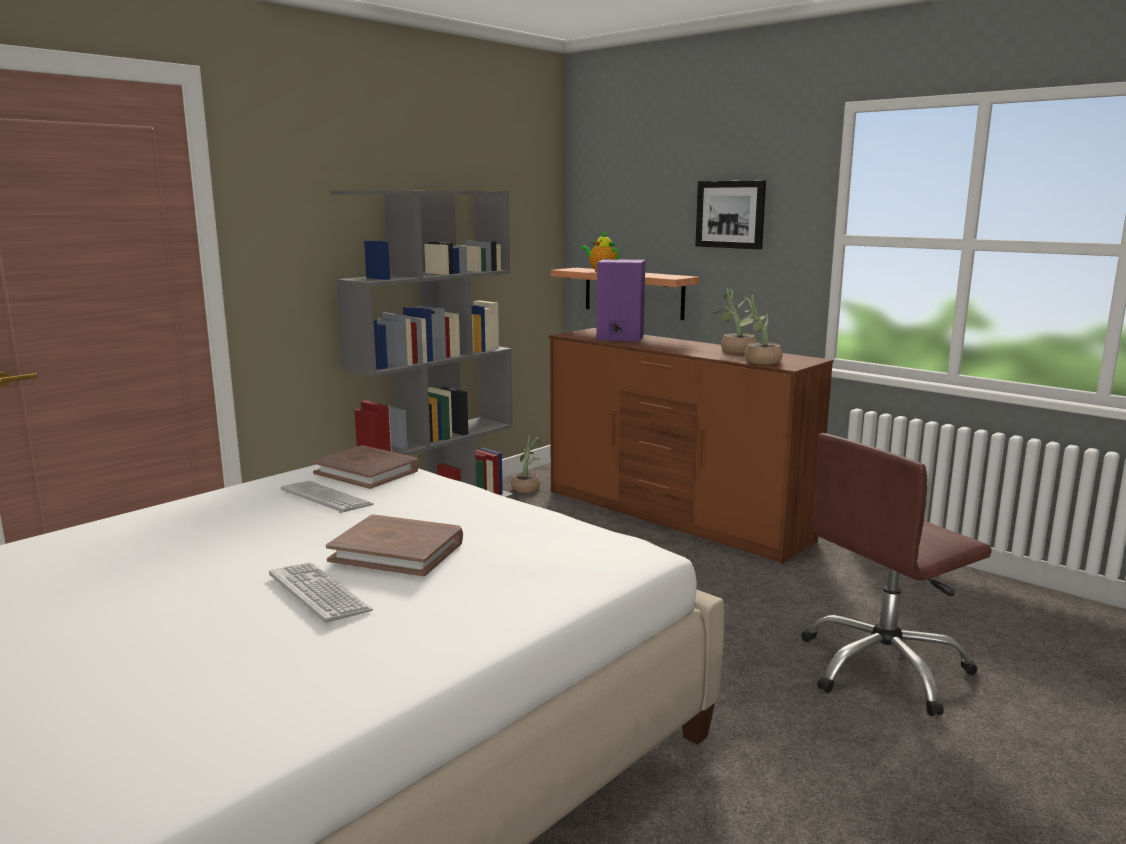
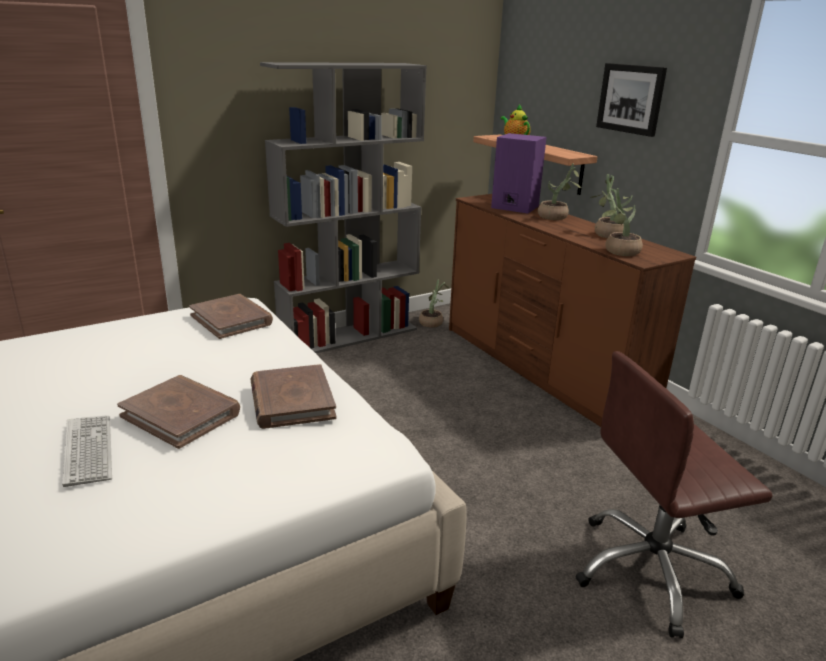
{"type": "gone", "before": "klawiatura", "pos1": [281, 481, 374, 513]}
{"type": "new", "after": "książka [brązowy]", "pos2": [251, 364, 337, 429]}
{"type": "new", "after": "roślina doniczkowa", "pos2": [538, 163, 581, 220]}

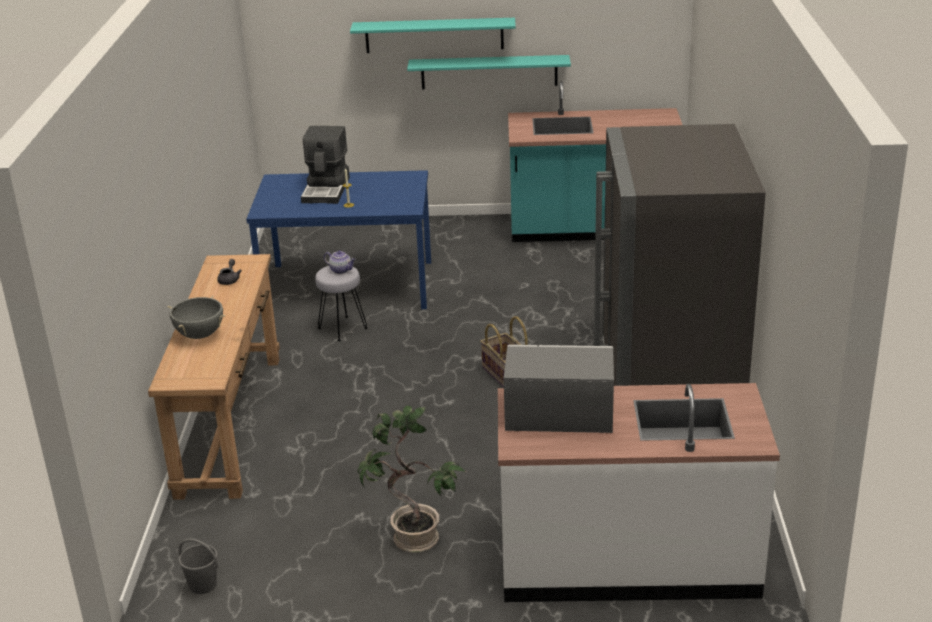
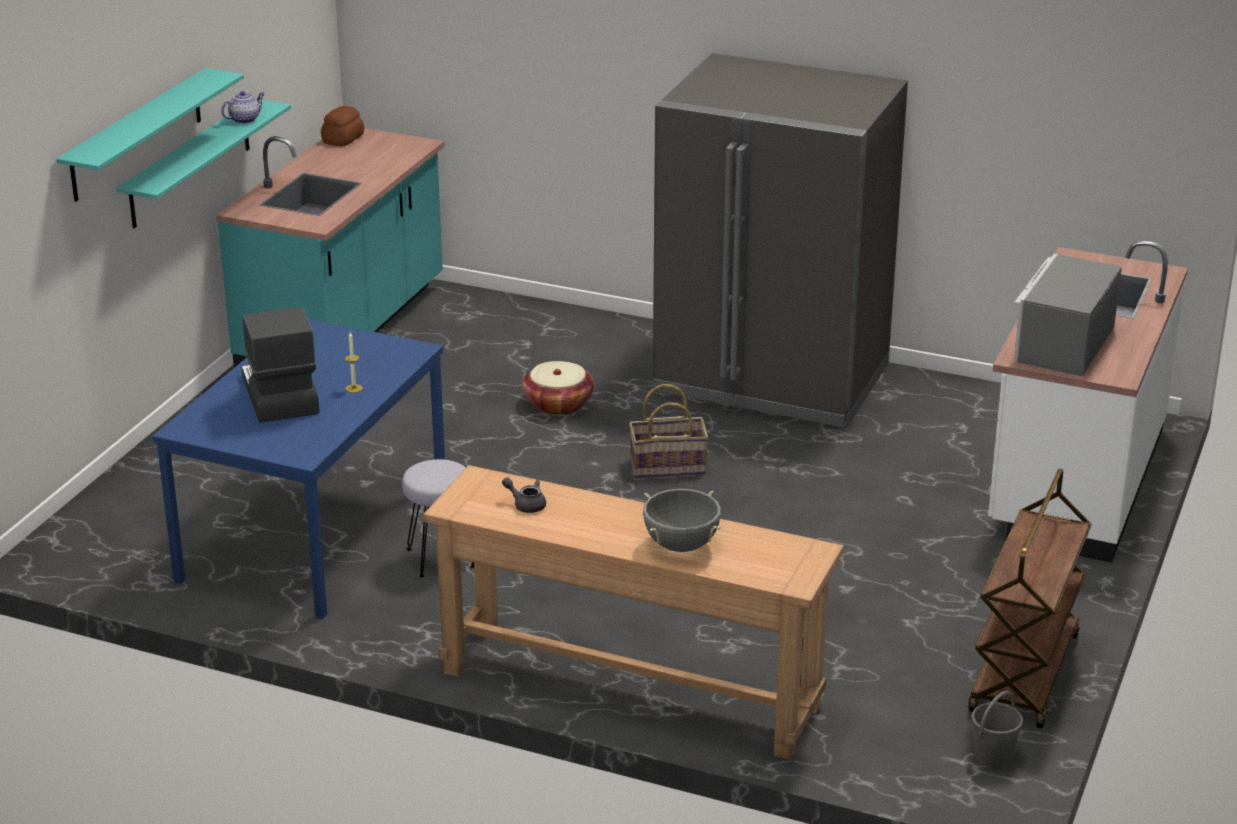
{"type": "rotated", "before": "ekspres do kawy", "pos1": [301, 126, 350, 204], "pos2": [241, 307, 320, 423], "turn": -135}
{"type": "shifted", "before": "imbryk", "pos1": [324, 251, 356, 274], "pos2": [221, 91, 265, 124]}
{"type": "gone", "before": "roślina doniczkowa", "pos1": [357, 405, 466, 553]}
{"type": "new", "after": "chleb", "pos2": [321, 106, 364, 146]}
{"type": "new", "after": "koszyk", "pos2": [522, 361, 594, 415]}
{"type": "new", "after": "wózek [brązowy]", "pos2": [969, 469, 1091, 729]}

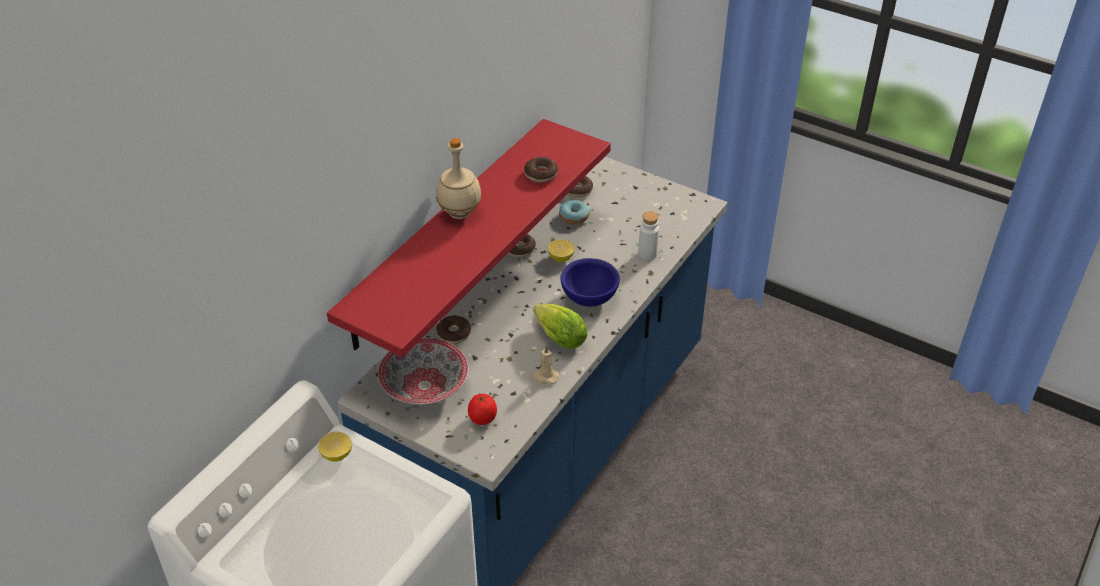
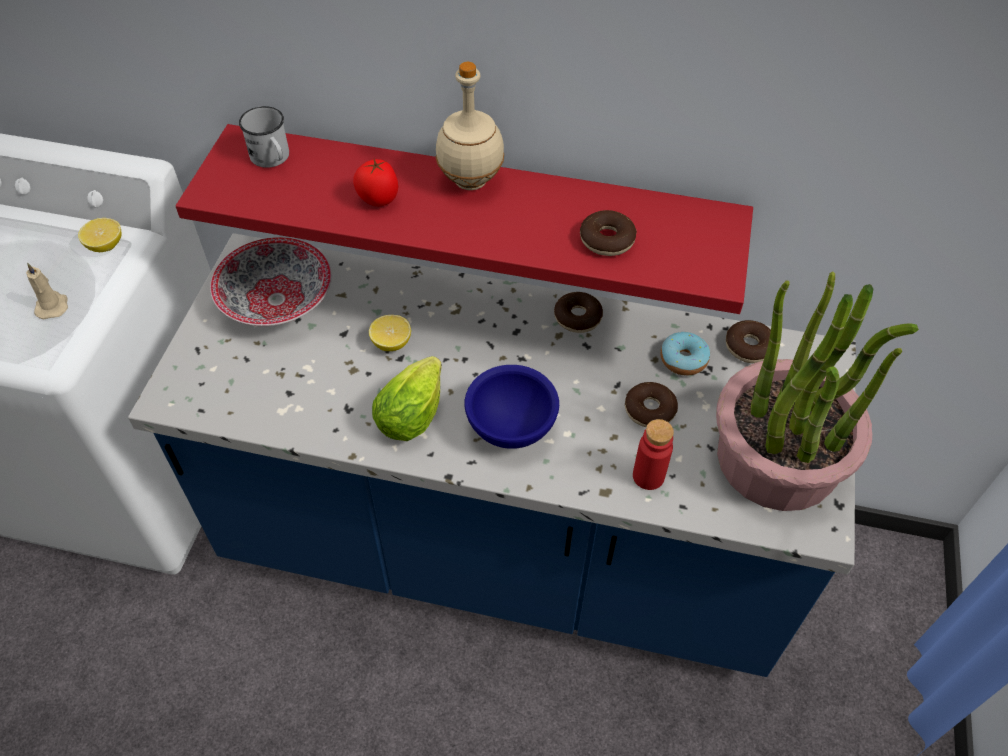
{"type": "shifted", "before": "donut", "pos1": [436, 316, 471, 344], "pos2": [625, 382, 678, 427]}
{"type": "shifted", "before": "pomidor", "pos1": [468, 394, 497, 425], "pos2": [353, 159, 398, 206]}
{"type": "shifted", "before": "świeca [beżowy]", "pos1": [531, 345, 559, 384], "pos2": [26, 262, 68, 319]}
{"type": "shifted", "before": "cytryna", "pos1": [547, 239, 575, 262], "pos2": [369, 315, 411, 351]}
{"type": "repainted", "before": "butelka [biały]", "after": "butelka [czerwony]", "pos1": [638, 211, 659, 260], "pos2": [633, 419, 674, 490]}
{"type": "new", "after": "kubek [biały]", "pos2": [239, 106, 289, 168]}
{"type": "new", "after": "roślina doniczkowa", "pos2": [716, 271, 919, 511]}

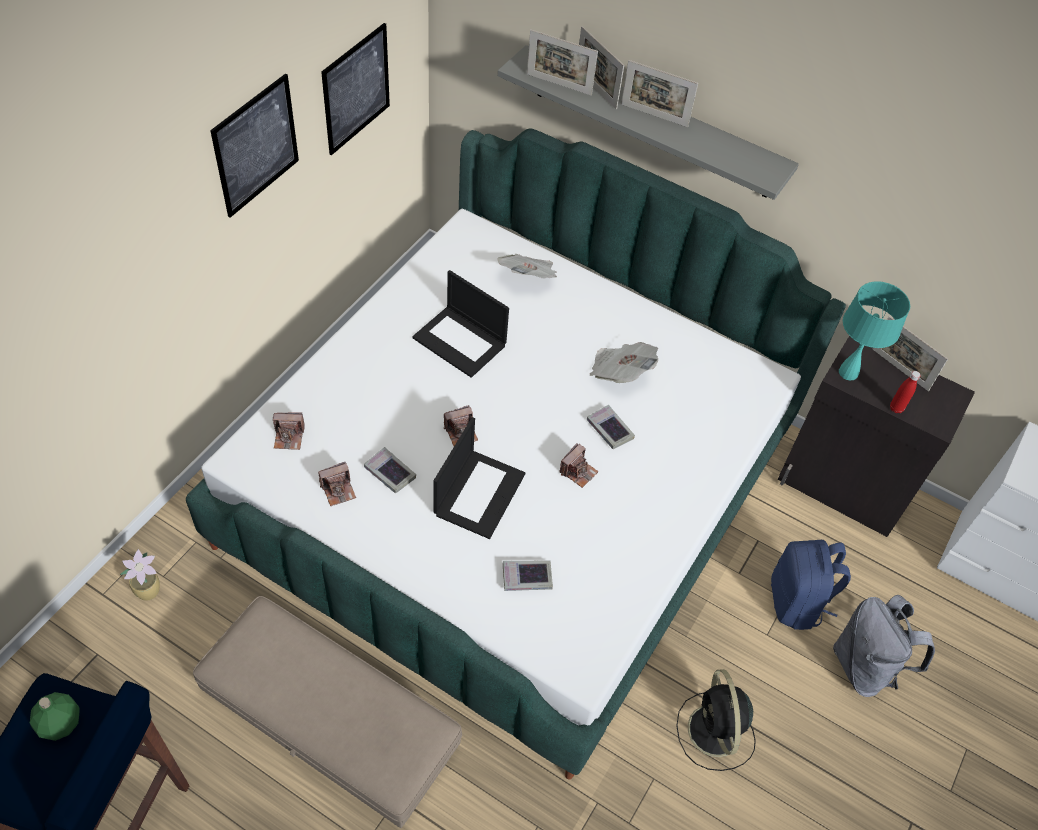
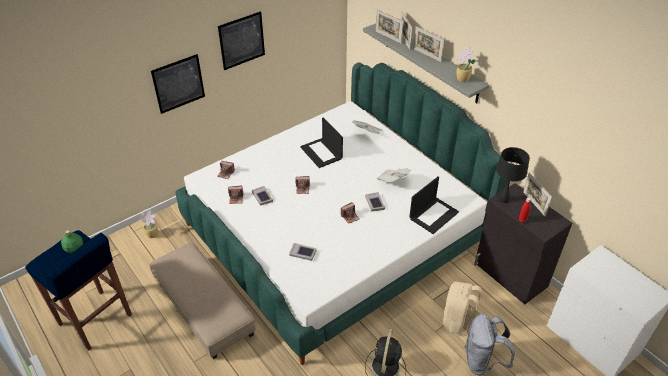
{"type": "shifted", "before": "obraz", "pos1": [321, 23, 390, 155], "pos2": [151, 54, 205, 114]}
{"type": "shifted", "before": "laptop", "pos1": [434, 417, 525, 539], "pos2": [409, 177, 459, 234]}
{"type": "repainted", "before": "plecak [niebieski]", "after": "plecak [beżowy]", "pos1": [771, 540, 851, 630], "pos2": [443, 282, 482, 334]}
{"type": "repainted", "before": "lampa stołowa [turkusowy]", "after": "lampa stołowa [czarny]", "pos1": [839, 281, 910, 381], "pos2": [496, 147, 530, 203]}
{"type": "new", "after": "roślina doniczkowa", "pos2": [457, 46, 476, 82]}

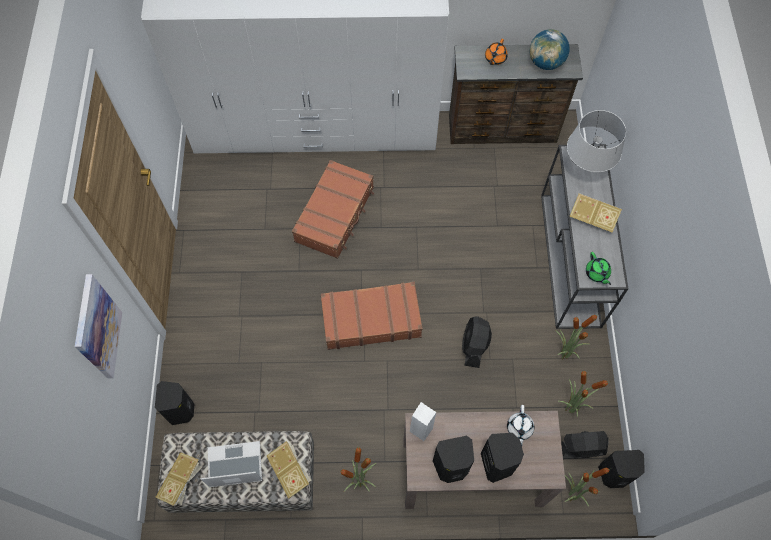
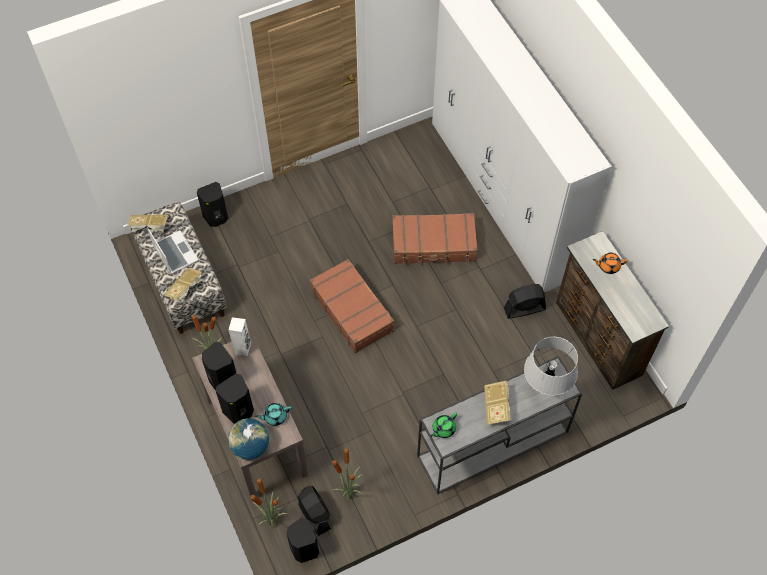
{"type": "gone", "before": "obraz", "pos1": [75, 274, 122, 379]}
{"type": "shifted", "before": "wentylator [czarny]", "pos1": [462, 316, 492, 368], "pos2": [504, 284, 546, 319]}
{"type": "repainted", "before": "imbryk [biały]", "after": "imbryk [turkusowy]", "pos1": [507, 405, 534, 446], "pos2": [255, 403, 292, 426]}
{"type": "shifted", "before": "globus", "pos1": [530, 29, 570, 70], "pos2": [228, 418, 269, 460]}
{"type": "gone", "before": "roślina doniczkowa", "pos1": [556, 315, 597, 360]}

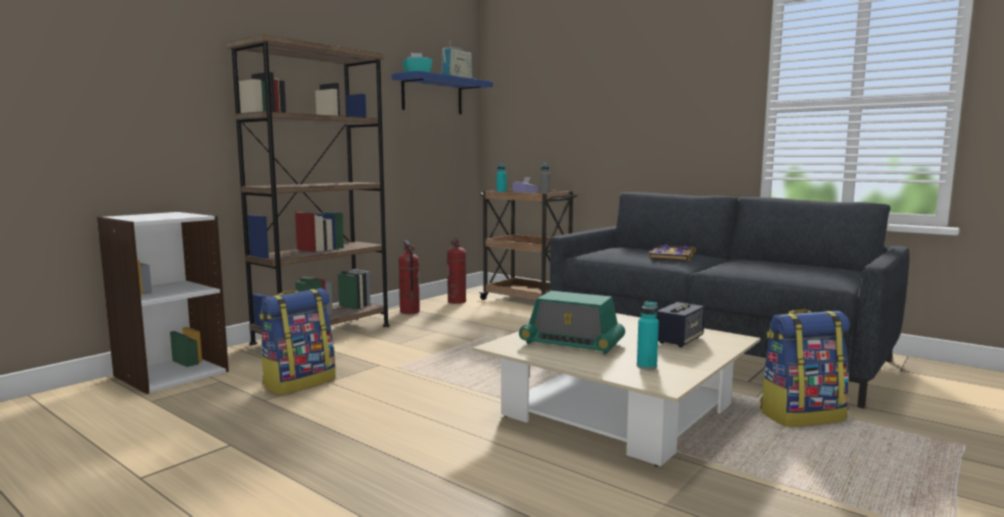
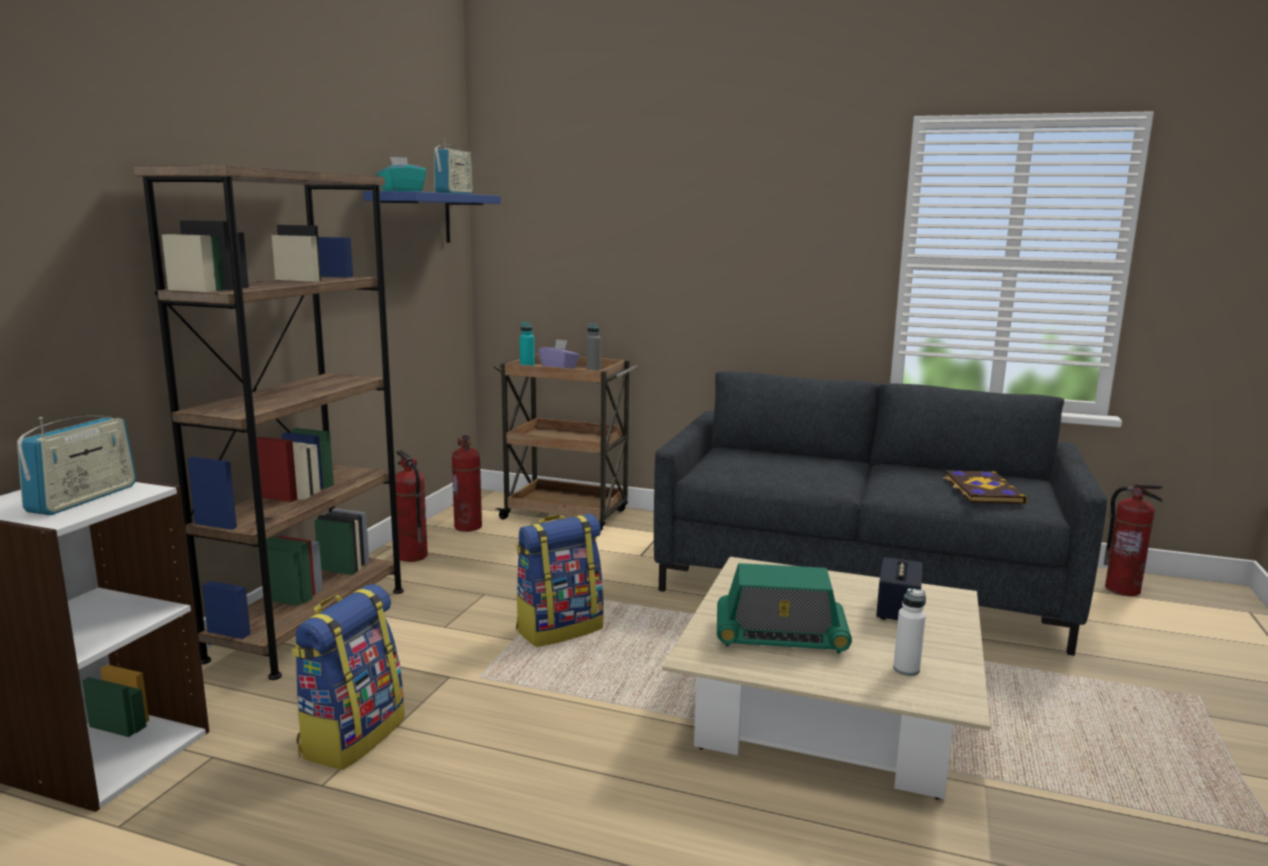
{"type": "repainted", "before": "butelka [turkusowy]", "after": "butelka [biały]", "pos1": [637, 301, 659, 370], "pos2": [893, 588, 926, 676]}
{"type": "shifted", "before": "książka", "pos1": [648, 245, 696, 261], "pos2": [943, 471, 1027, 504]}
{"type": "shifted", "before": "plecak", "pos1": [760, 309, 850, 427], "pos2": [516, 514, 604, 647]}
{"type": "new", "after": "radio", "pos2": [17, 416, 136, 516]}
{"type": "new", "after": "gaśnica", "pos2": [1104, 483, 1164, 596]}

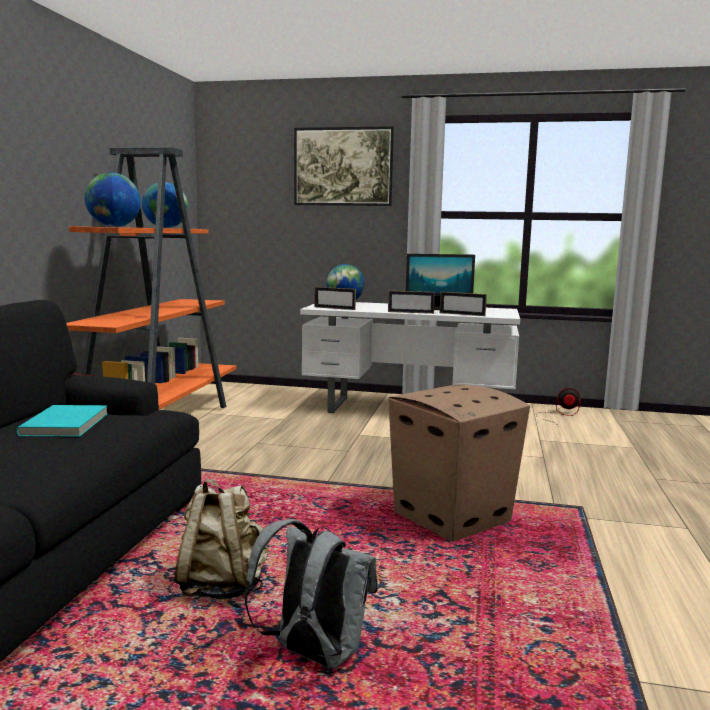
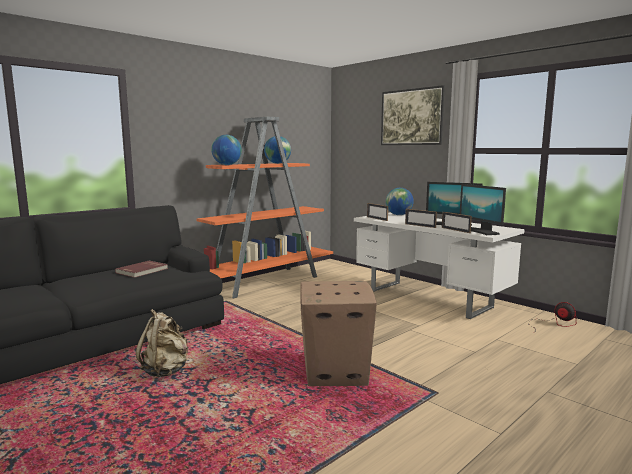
{"type": "repainted", "before": "książka [turkusowy]", "after": "książka [czerwony]", "pos1": [16, 405, 108, 437], "pos2": [115, 261, 168, 278]}
{"type": "gone", "before": "plecak [szary]", "pos1": [244, 519, 378, 668]}
{"type": "new", "after": "monitor", "pos2": [460, 184, 506, 235]}

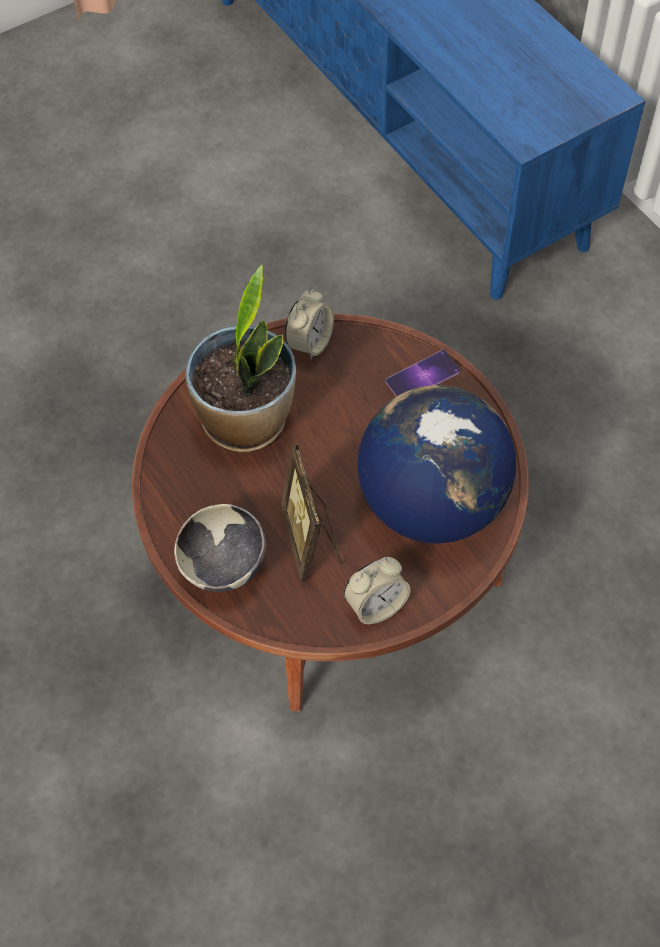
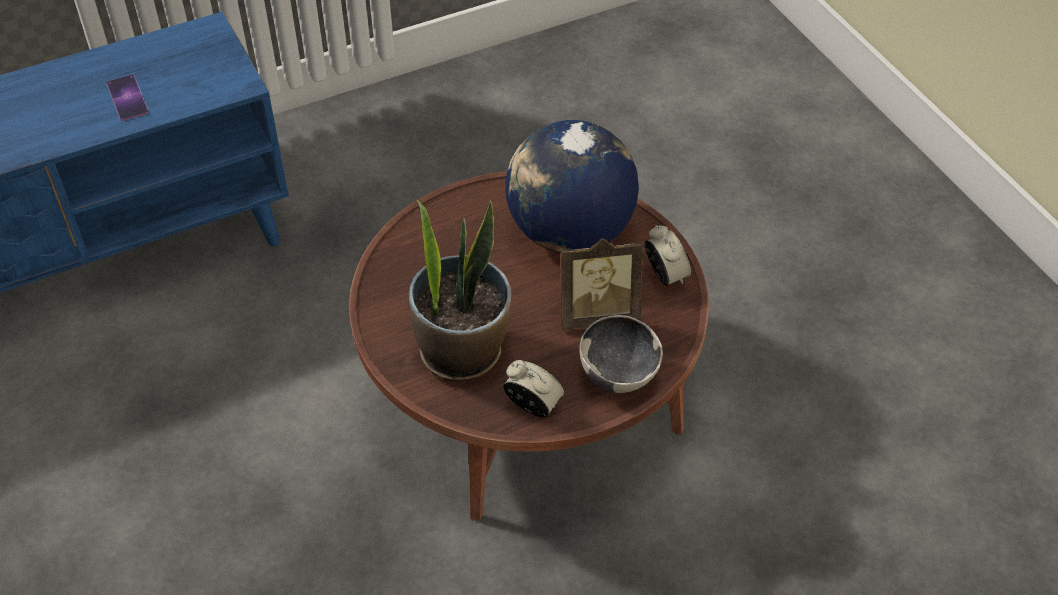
{"type": "shifted", "before": "budzik", "pos1": [285, 289, 334, 360], "pos2": [503, 360, 564, 418]}
{"type": "shifted", "before": "telefon", "pos1": [385, 350, 460, 396], "pos2": [106, 75, 149, 121]}

